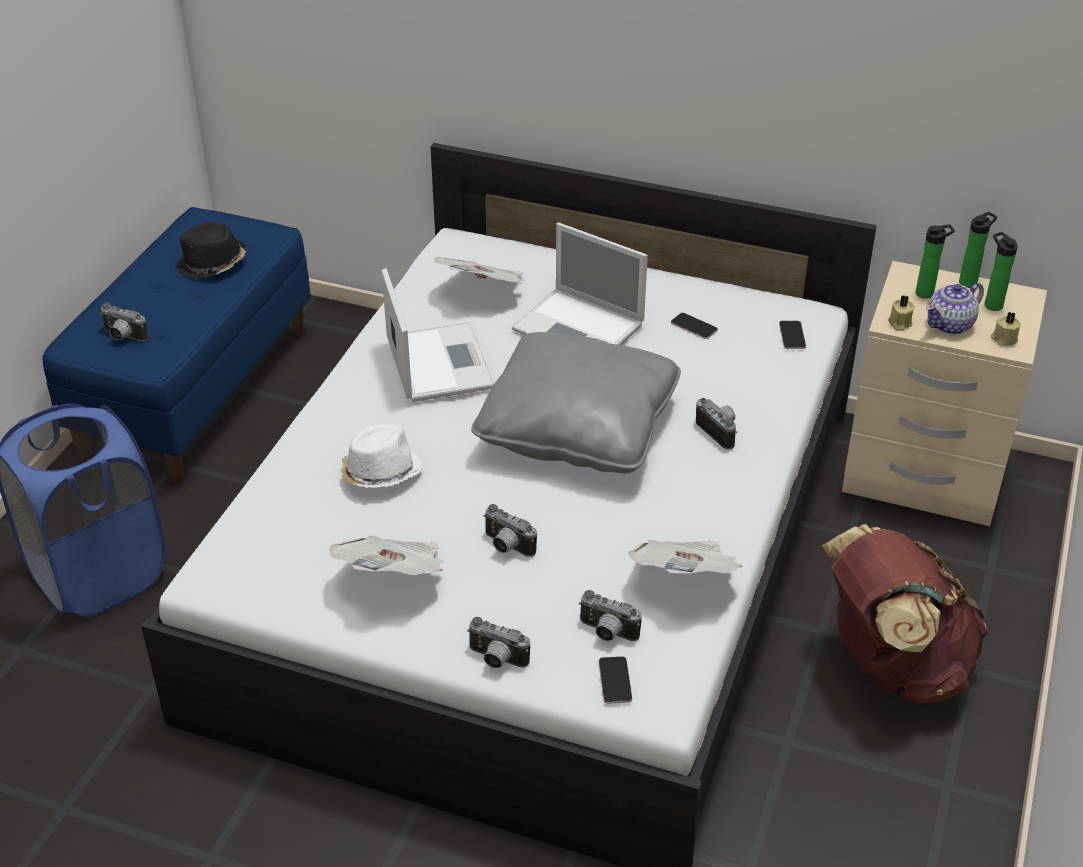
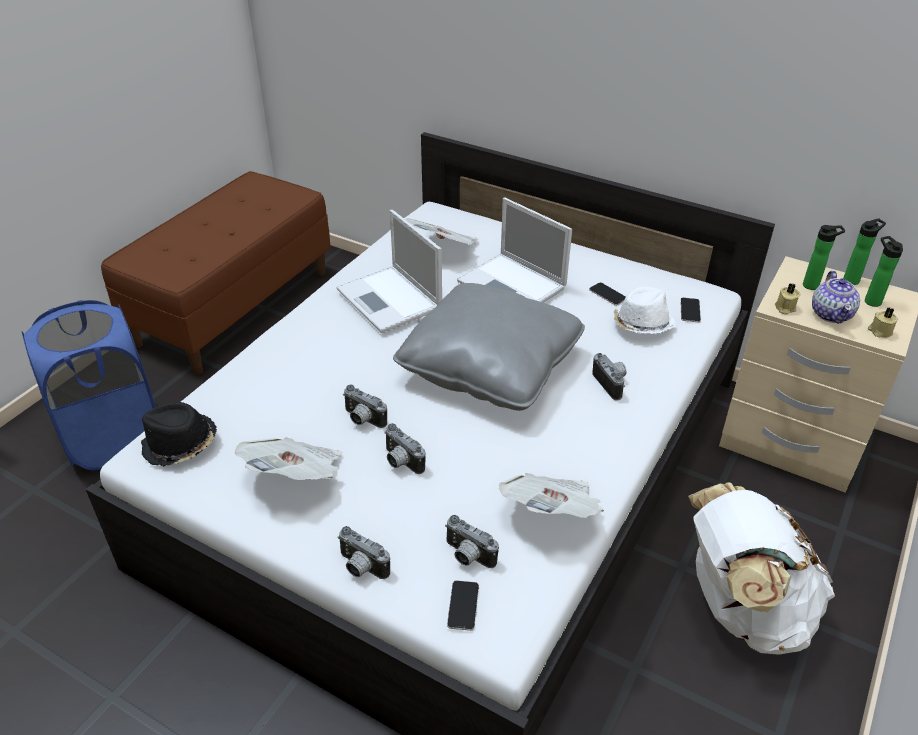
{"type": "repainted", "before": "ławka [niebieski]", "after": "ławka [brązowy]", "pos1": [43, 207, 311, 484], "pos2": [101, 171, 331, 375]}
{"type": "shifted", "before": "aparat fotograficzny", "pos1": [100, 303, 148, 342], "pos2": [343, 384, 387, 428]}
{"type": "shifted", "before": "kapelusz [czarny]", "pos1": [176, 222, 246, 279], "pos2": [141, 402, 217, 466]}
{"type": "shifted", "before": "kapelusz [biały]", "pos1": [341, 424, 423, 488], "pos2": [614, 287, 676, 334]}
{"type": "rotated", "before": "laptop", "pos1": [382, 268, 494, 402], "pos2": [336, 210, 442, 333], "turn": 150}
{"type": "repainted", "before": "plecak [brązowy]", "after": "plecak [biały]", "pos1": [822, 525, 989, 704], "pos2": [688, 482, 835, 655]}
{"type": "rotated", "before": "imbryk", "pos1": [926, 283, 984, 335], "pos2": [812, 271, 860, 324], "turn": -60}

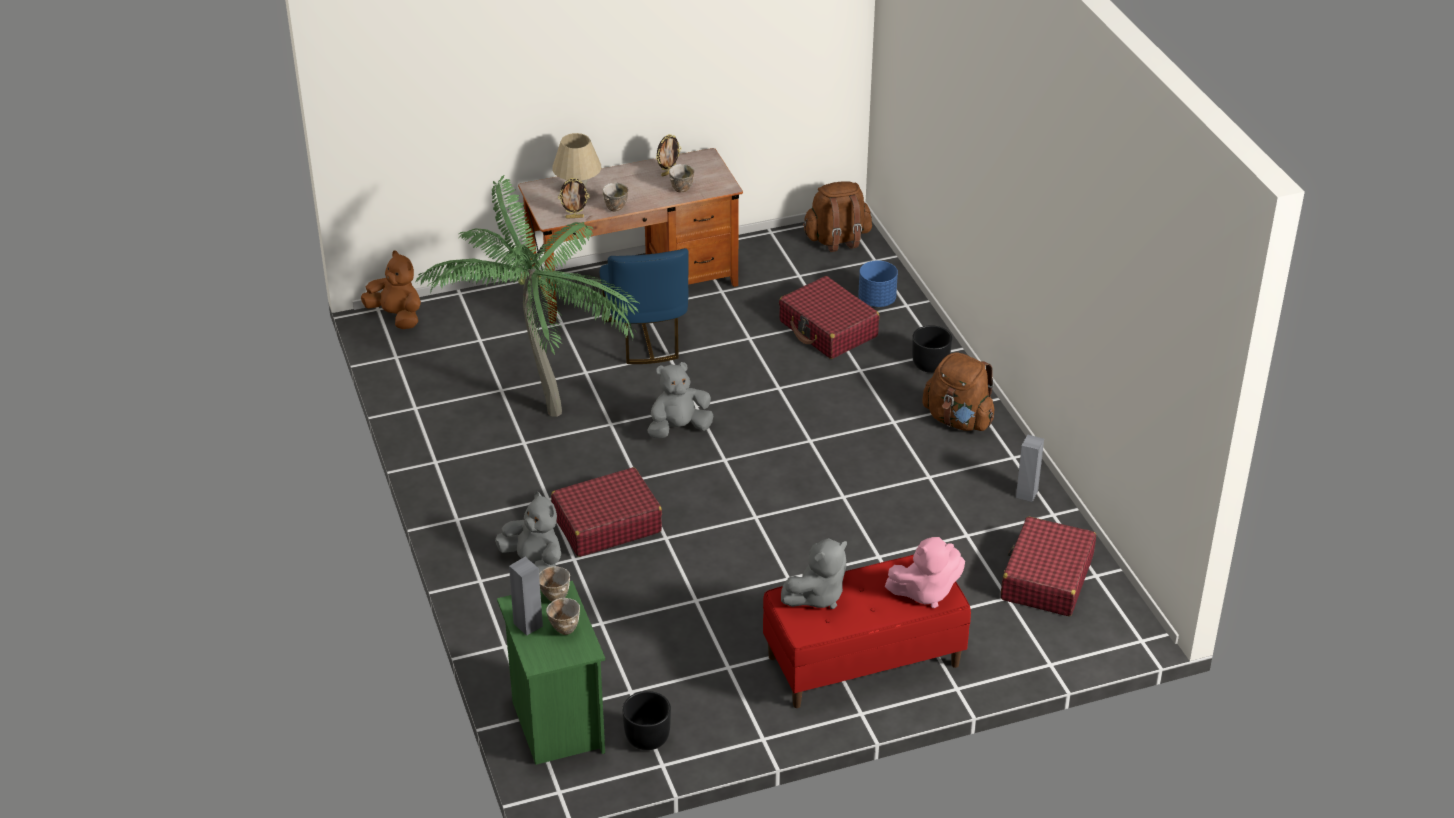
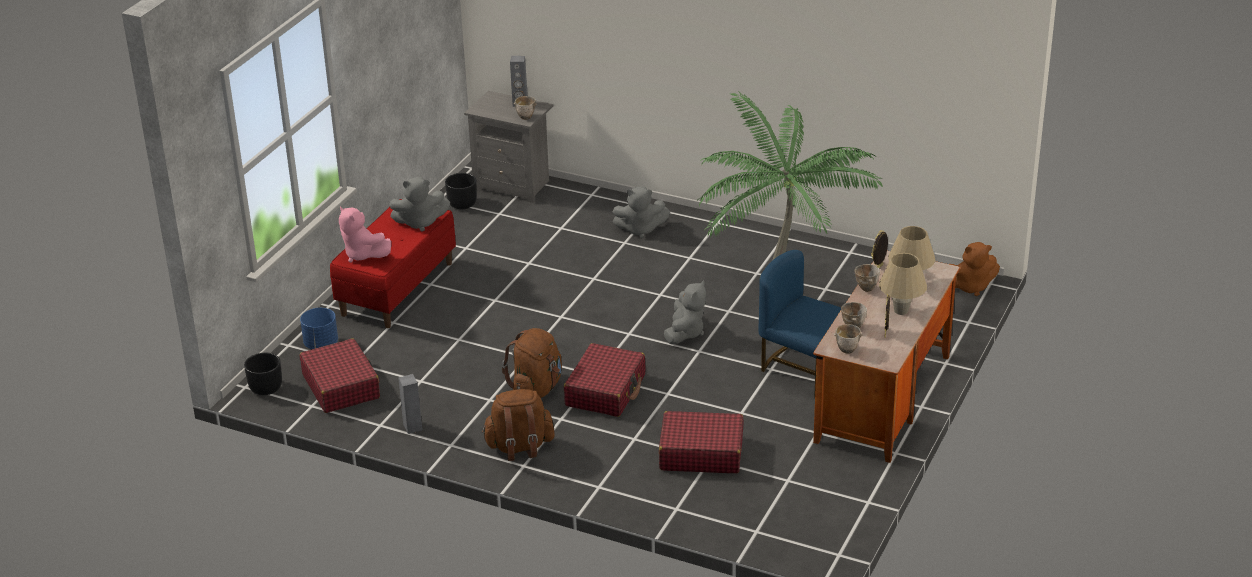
{"type": "repainted", "before": "szafka nocna [zielony]", "after": "szafka nocna [szary]", "pos1": [497, 581, 605, 765], "pos2": [464, 91, 553, 203]}
{"type": "shifted", "before": "miska", "pos1": [546, 598, 580, 635], "pos2": [834, 324, 863, 354]}
{"type": "shifted", "before": "walizka [czerwony]", "pos1": [551, 467, 662, 557], "pos2": [564, 343, 646, 417]}
{"type": "rotated", "before": "pluszak [szary]", "pos1": [781, 538, 847, 609], "pos2": [389, 177, 450, 232], "turn": -105}
{"type": "shifted", "before": "plecak [brązowy]", "pos1": [803, 181, 872, 252], "pos2": [502, 328, 562, 398]}
{"type": "shifted", "before": "donica [niebieski]", "pos1": [858, 261, 898, 307], "pos2": [300, 308, 338, 349]}
{"type": "rotated", "before": "pluszak [różowy]", "pos1": [885, 537, 965, 608], "pos2": [339, 206, 391, 262], "turn": -75}
{"type": "shifted", "before": "donica [czarny]", "pos1": [912, 325, 952, 373], "pos2": [244, 353, 282, 395]}
{"type": "new", "after": "lampa stołowa [beżowy]", "pos2": [879, 253, 927, 315]}

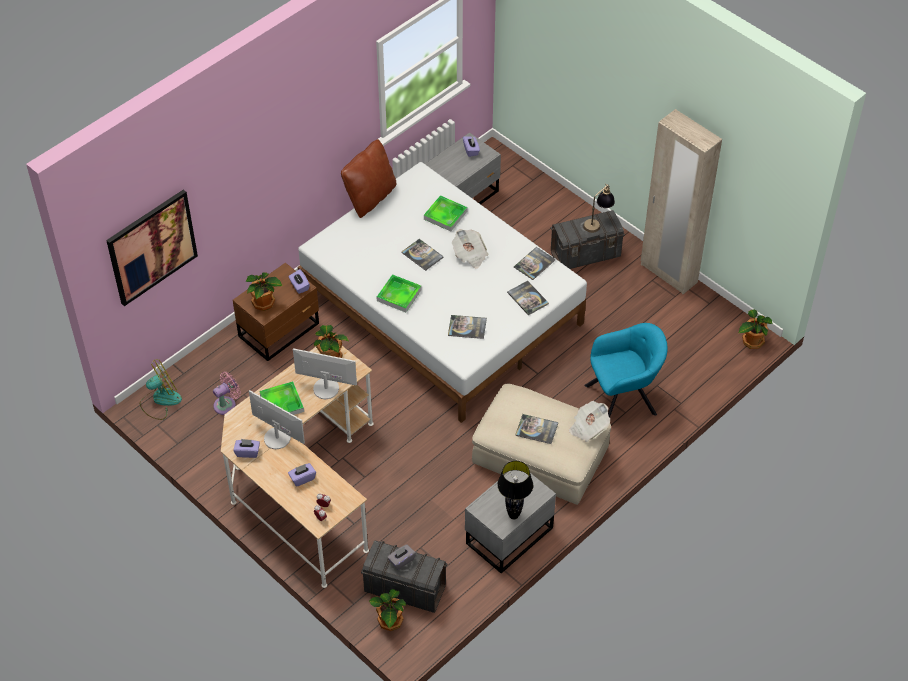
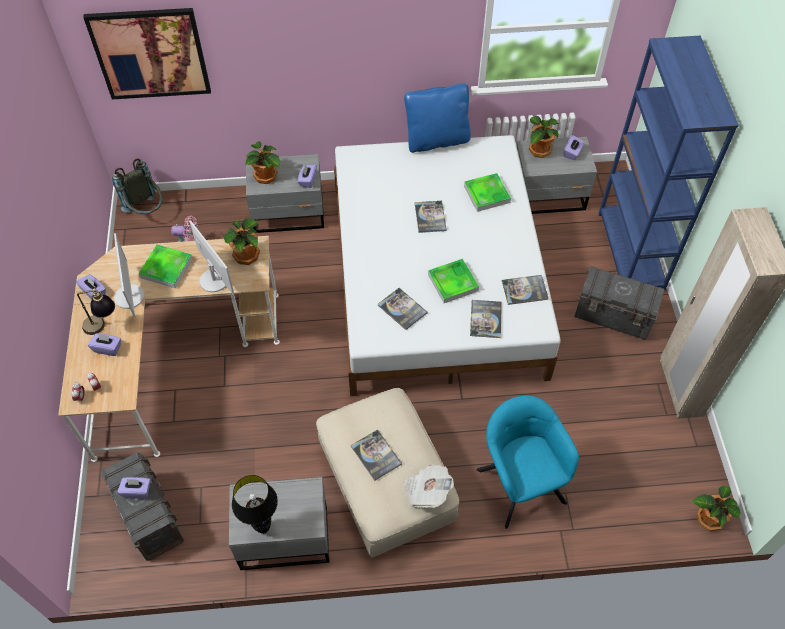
{"type": "swapped", "before": "wentylator", "after": "plecak [szary]", "pos1": [140, 360, 182, 420], "pos2": [112, 158, 163, 214]}
{"type": "repainted", "before": "szafka nocna [brązowy]", "after": "szafka nocna [szary]", "pos1": [233, 263, 319, 361], "pos2": [246, 154, 324, 233]}
{"type": "repainted", "before": "poduszka [brązowy]", "after": "poduszka [niebieski]", "pos1": [341, 139, 396, 218], "pos2": [404, 83, 471, 153]}
{"type": "shifted", "before": "roślina doniczkowa", "pos1": [369, 589, 406, 631], "pos2": [529, 116, 559, 158]}
{"type": "shifted", "before": "taca", "pos1": [377, 274, 422, 312], "pos2": [428, 258, 479, 303]}
{"type": "repainted", "before": "pudełko chusteczek [szary]", "after": "pudełko chusteczek [fioletowy]", "pos1": [387, 544, 416, 570], "pos2": [118, 477, 150, 498]}
{"type": "gone", "before": "gazeta", "pos1": [452, 229, 488, 269]}
{"type": "shifted", "before": "lampa stołowa", "pos1": [583, 183, 615, 233], "pos2": [77, 286, 115, 335]}
{"type": "rotated", "before": "fotel [turkusowy]", "pos1": [584, 323, 668, 418], "pos2": [477, 395, 579, 529], "turn": -135}
{"type": "new", "after": "regał [niebieski]", "pos2": [599, 36, 739, 291]}

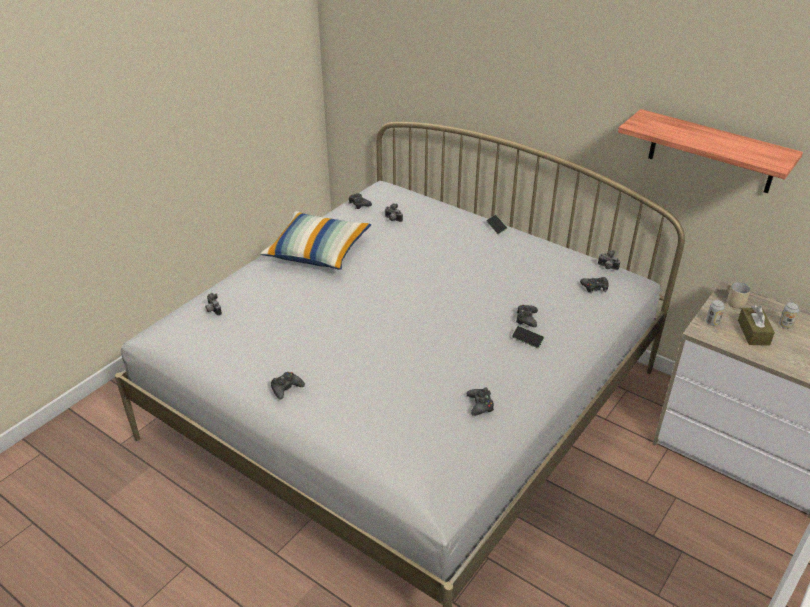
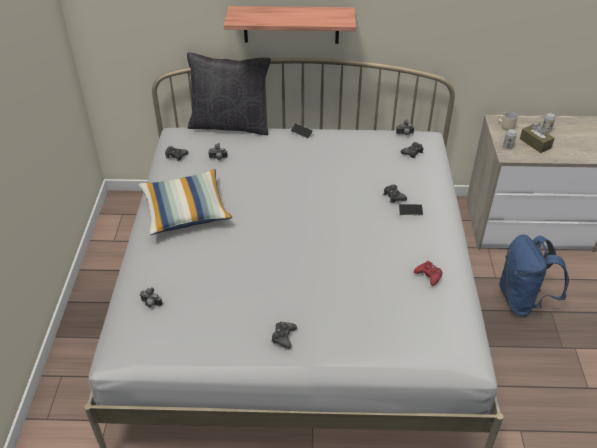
{"type": "repainted", "before": "pad do gier [czarny]", "after": "pad do gier [czerwony]", "pos1": [467, 387, 494, 416], "pos2": [414, 261, 443, 286]}
{"type": "shifted", "before": "półka", "pos1": [618, 109, 803, 193], "pos2": [224, 6, 356, 44]}
{"type": "new", "after": "poduszka [czarny]", "pos2": [187, 53, 271, 135]}
{"type": "new", "after": "plecak [niebieski]", "pos2": [499, 234, 569, 317]}

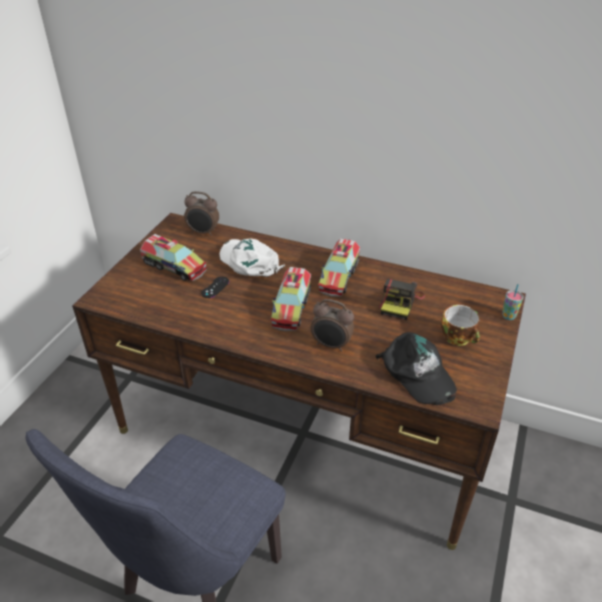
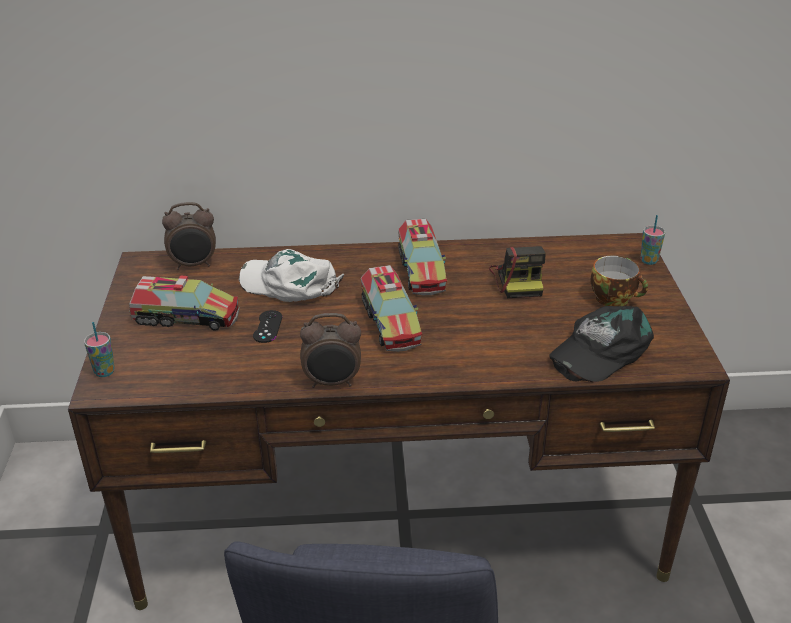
{"type": "shifted", "before": "budzik", "pos1": [310, 299, 354, 352], "pos2": [300, 313, 361, 388]}
{"type": "rotated", "before": "czapka z daszkiem [czarny]", "pos1": [375, 332, 457, 405], "pos2": [549, 306, 654, 382], "turn": 105}
{"type": "new", "after": "filiżanka", "pos2": [84, 322, 115, 377]}

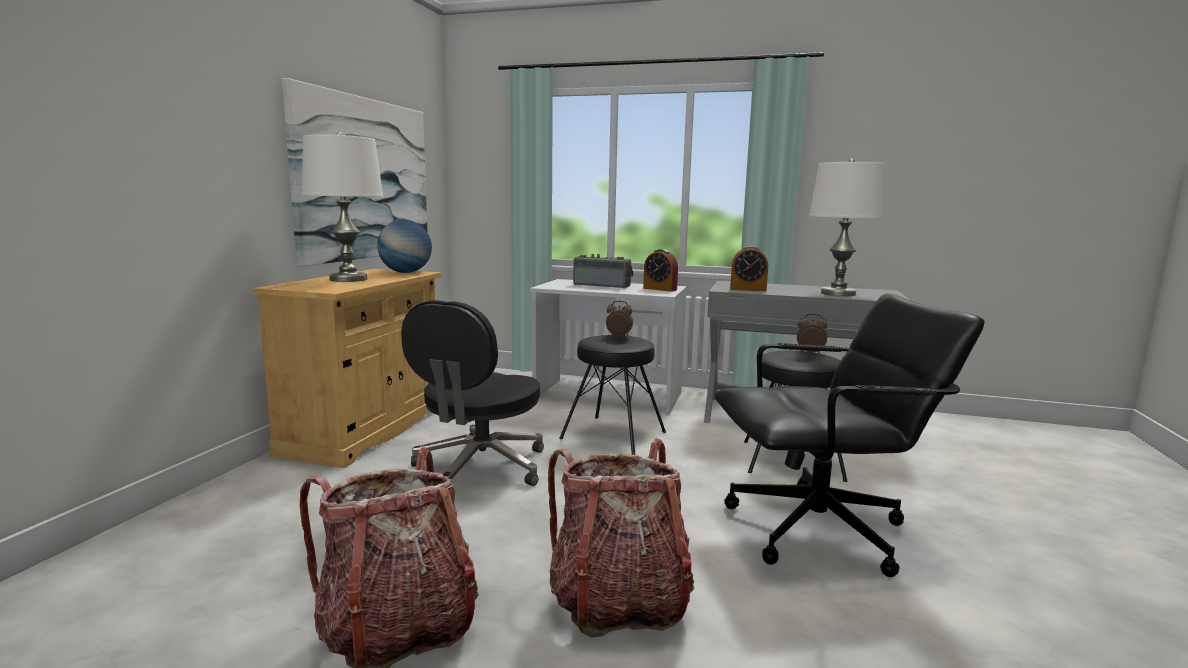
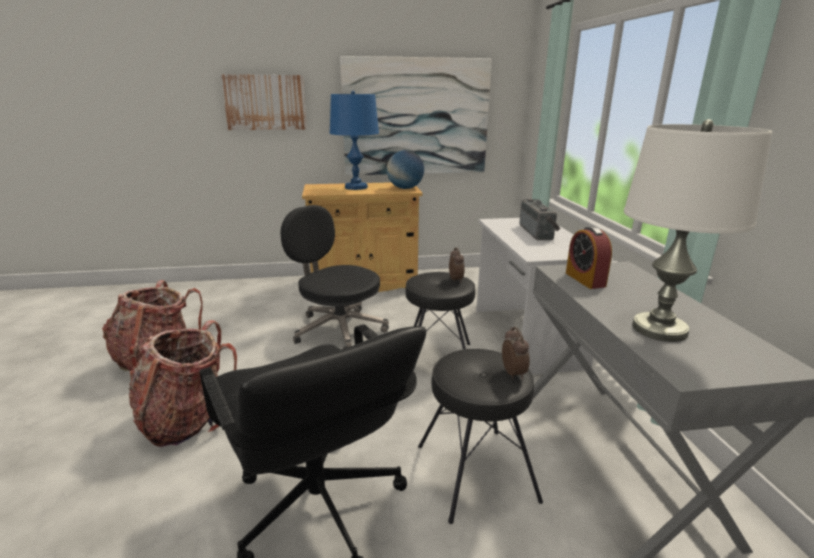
{"type": "repainted", "before": "lampa stołowa [biały]", "after": "lampa stołowa [niebieski]", "pos1": [302, 132, 383, 282], "pos2": [330, 91, 379, 190]}
{"type": "rotated", "before": "krzesło biurowe [czarny]", "pos1": [401, 300, 544, 486], "pos2": [280, 205, 389, 349], "turn": 45}
{"type": "gone", "before": "budzik", "pos1": [643, 249, 678, 292]}
{"type": "new", "after": "obraz", "pos2": [221, 74, 307, 130]}

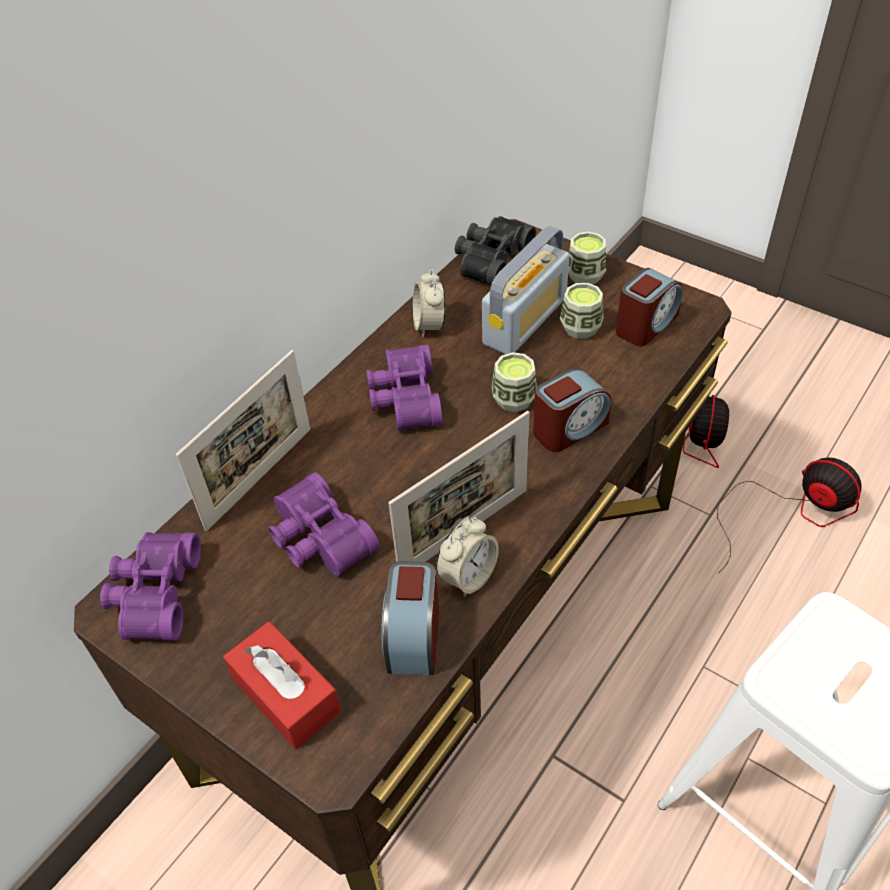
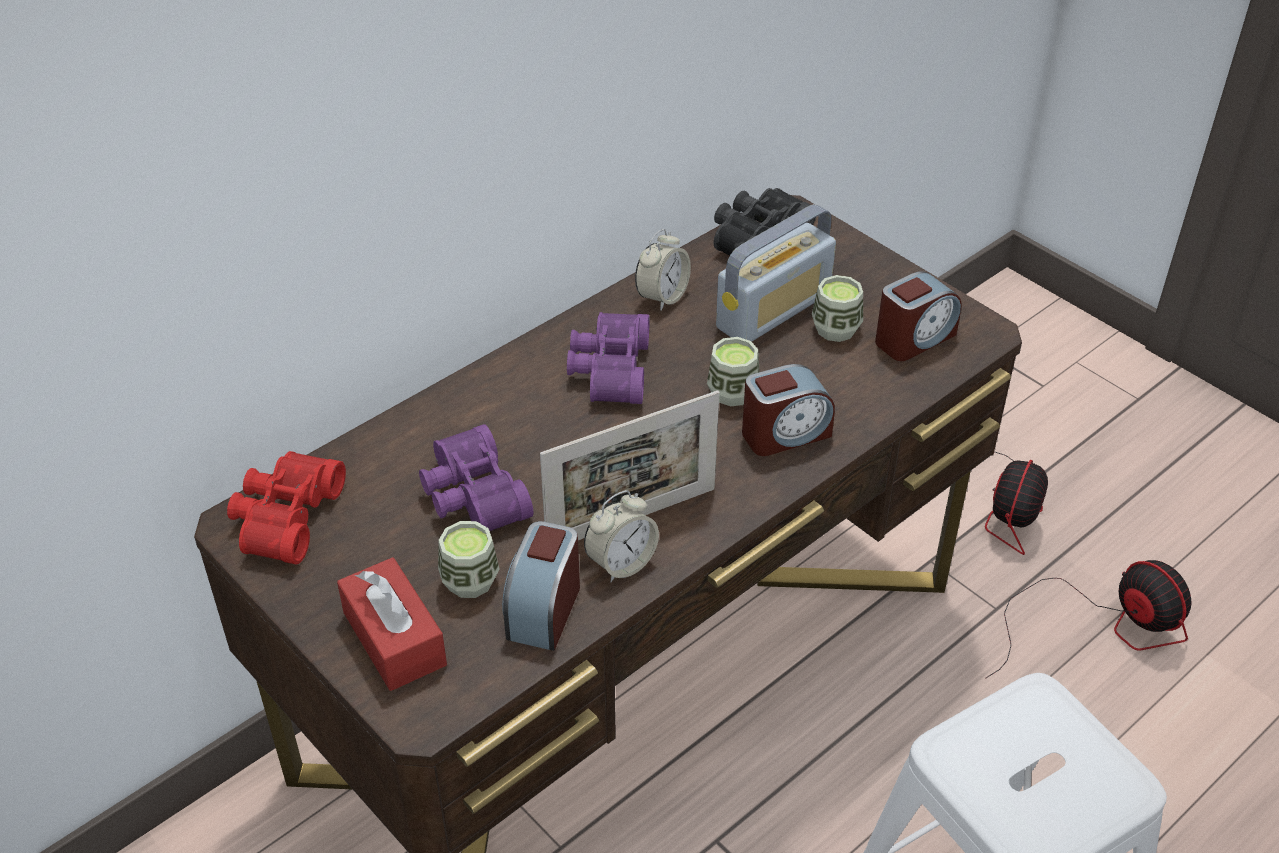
{"type": "repainted", "before": "lornetka [fioletowy]", "after": "lornetka [czerwony]", "pos1": [100, 532, 201, 641], "pos2": [227, 451, 346, 565]}
{"type": "gone", "before": "ramka na zdjęcie", "pos1": [176, 350, 311, 531]}
{"type": "rotated", "before": "budzik", "pos1": [413, 269, 446, 337], "pos2": [635, 229, 691, 311], "turn": -150}
{"type": "shifted", "before": "filiżanka", "pos1": [568, 231, 606, 285], "pos2": [438, 521, 500, 598]}

